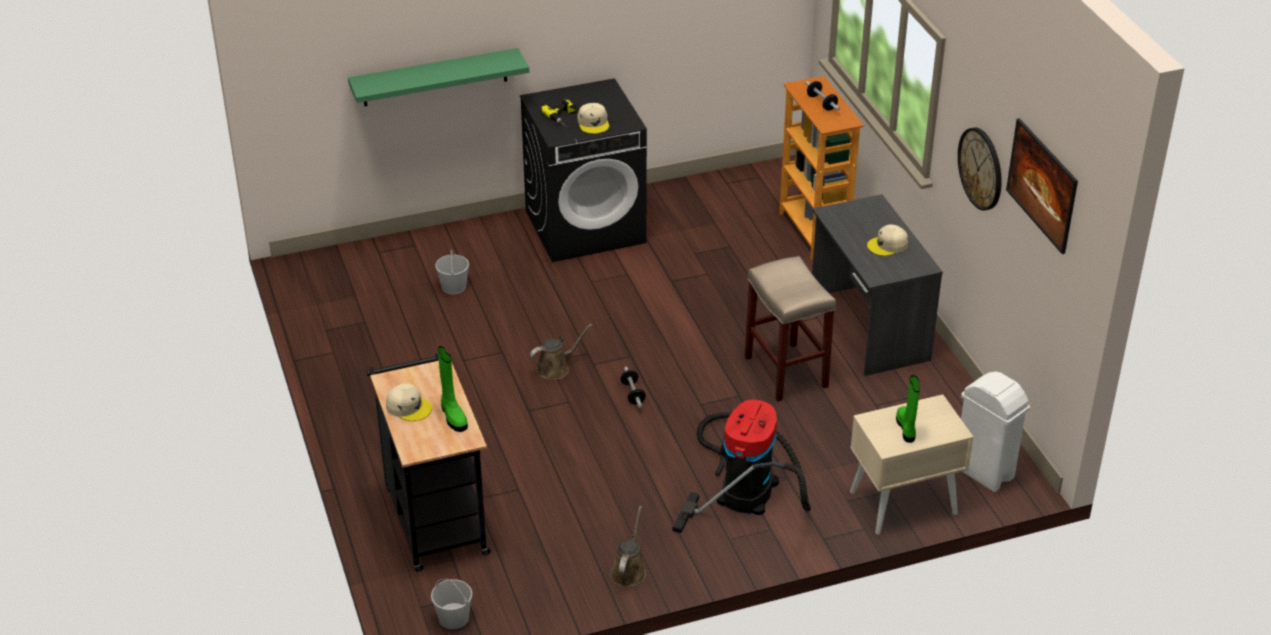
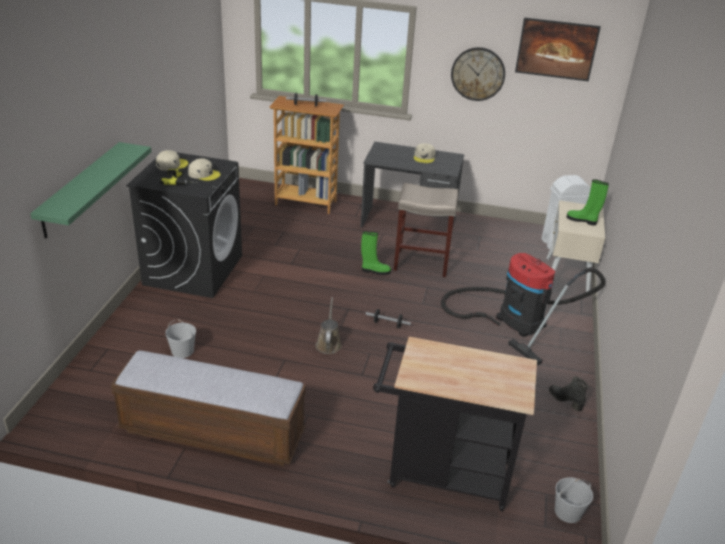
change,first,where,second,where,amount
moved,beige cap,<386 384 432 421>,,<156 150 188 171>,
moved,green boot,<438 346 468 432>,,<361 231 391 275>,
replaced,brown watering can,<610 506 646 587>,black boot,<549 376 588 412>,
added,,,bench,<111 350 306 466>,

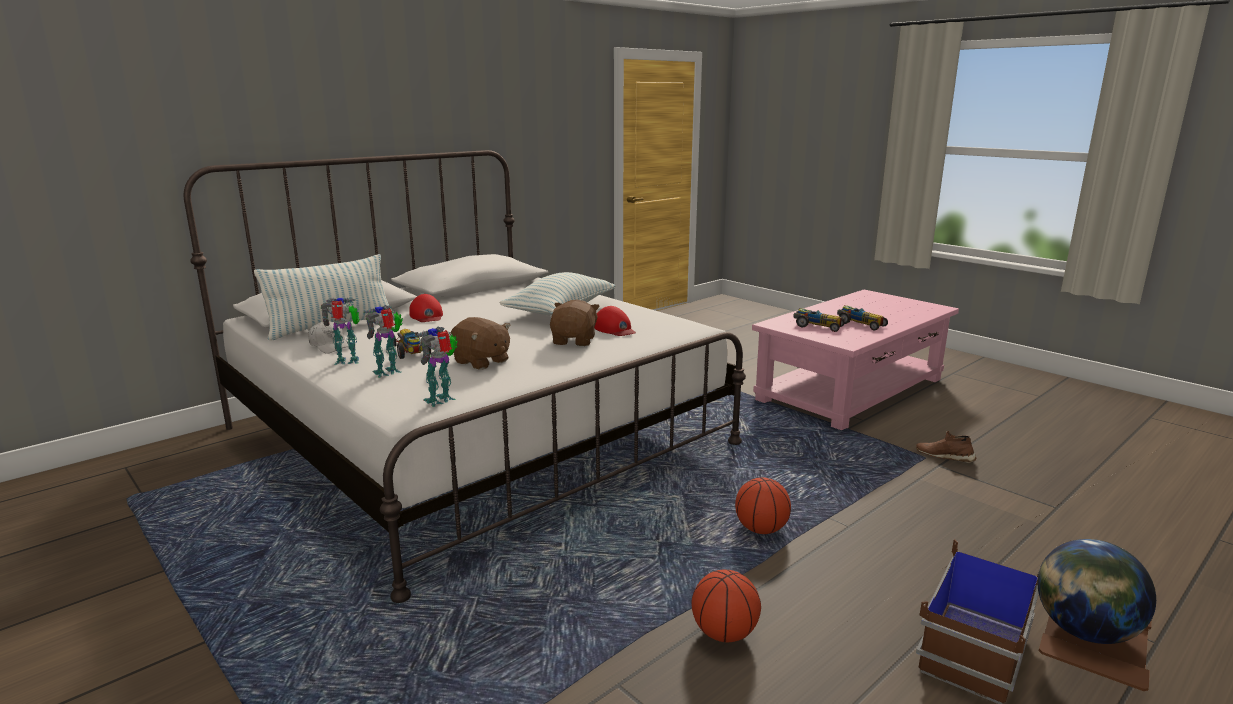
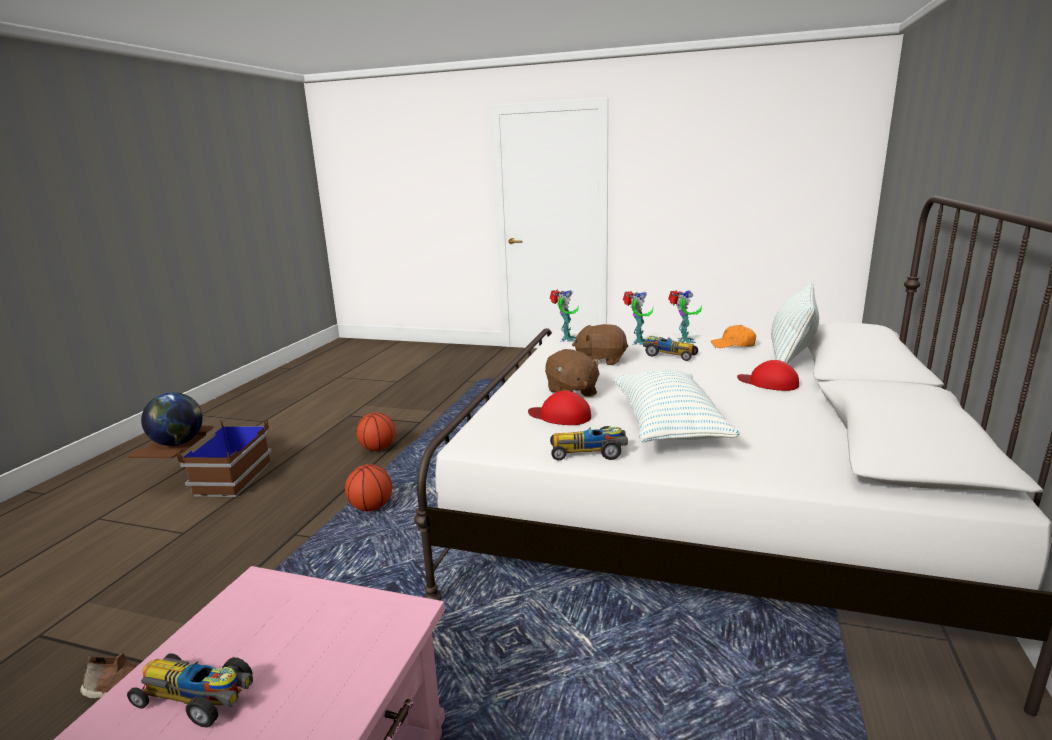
change,first,where,second,where,amount
recoloured,white cap,<308 321 349 354>,orange cap,<711 325 756 348>,
turned,toy robot,<321 297 359 365>,,<668 290 702 343>,45 degrees counterclockwise
moved,toy car,<793 308 845 332>,,<550 426 628 460>,

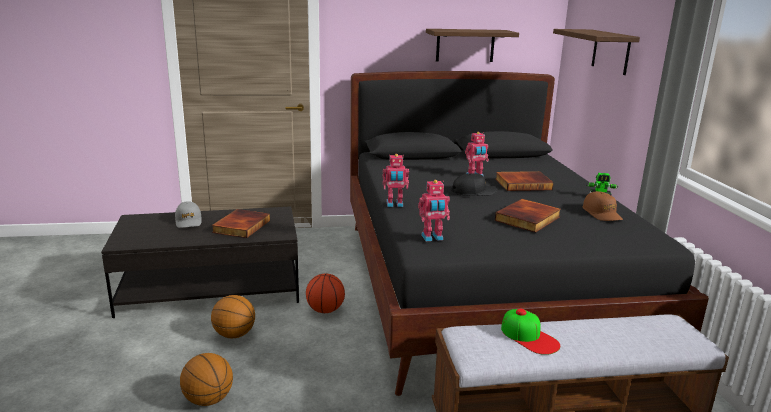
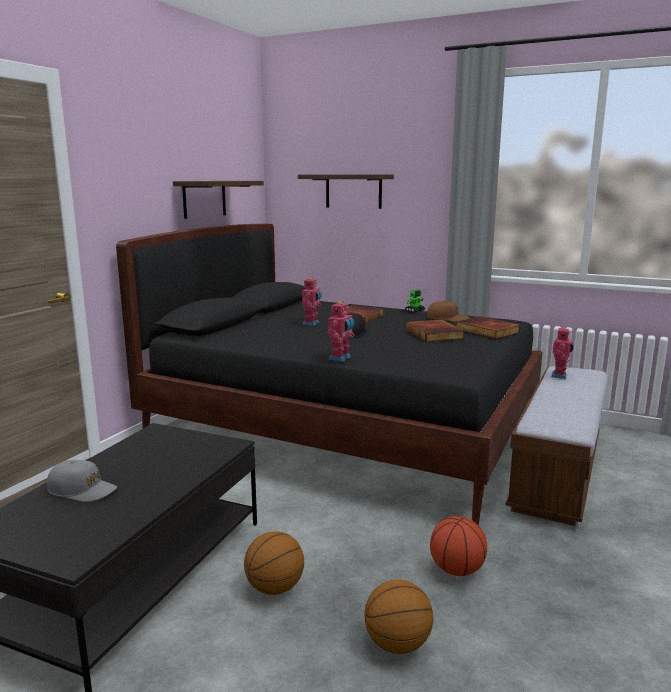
change,first,where,second,where,amount
moved,book,<212 209 270 238>,,<456 316 520 339>,
moved,basketball,<306 273 345 313>,,<430 516 487 576>,
moved,toy robot,<418 180 450 241>,,<551 327 574 379>,
removed,cap,<501 309 560 355>,,,

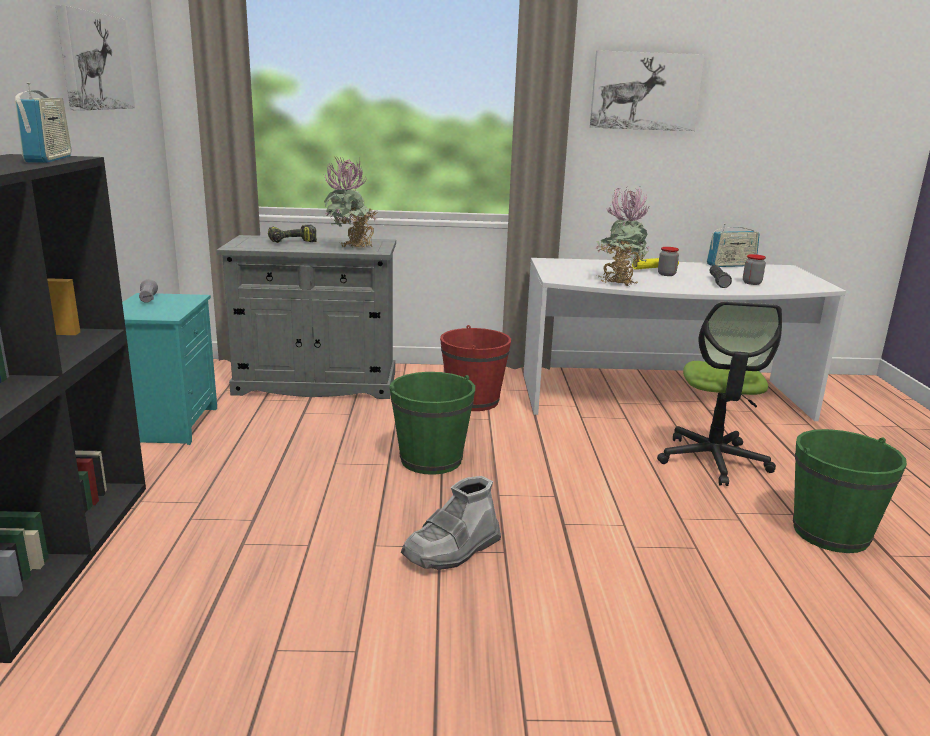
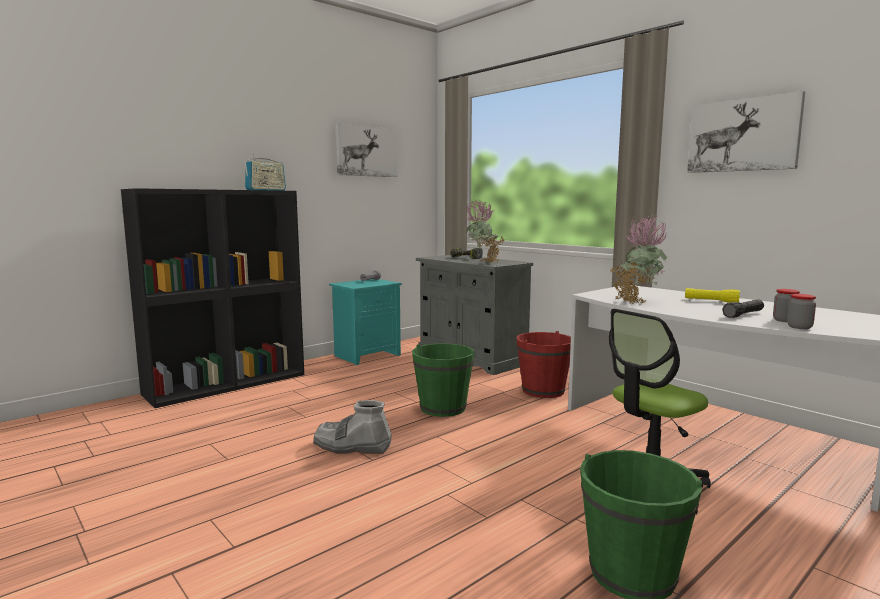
change,first,where,second,where,amount
moved,jar,<658 247 679 276>,,<787 294 816 329>,
removed,radio,<707 223 759 267>,,,

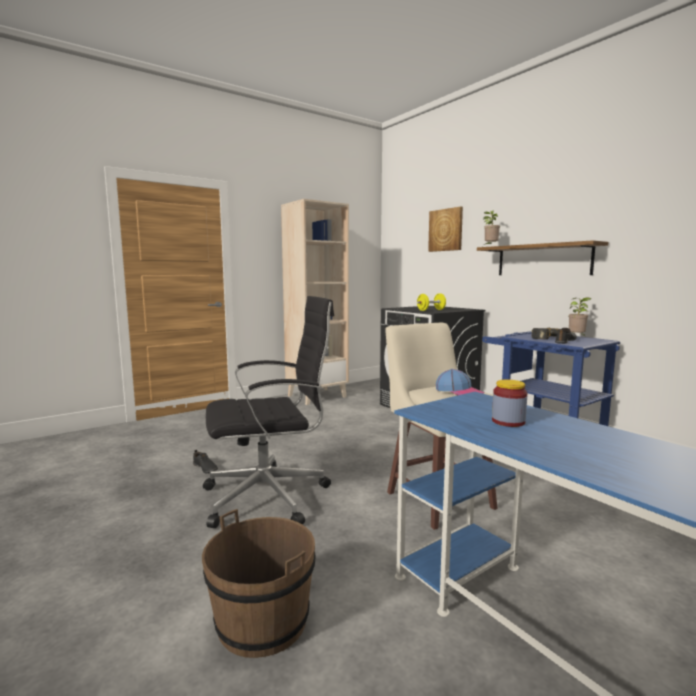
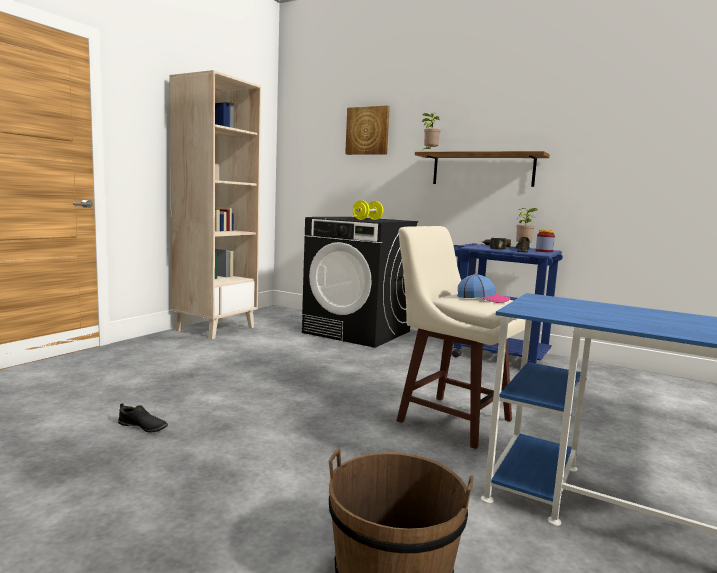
change,first,where,second,where,amount
removed,black office chair,<203 296 334 528>,,,
moved,jar,<492 379 527 427>,,<536 230 555 252>,

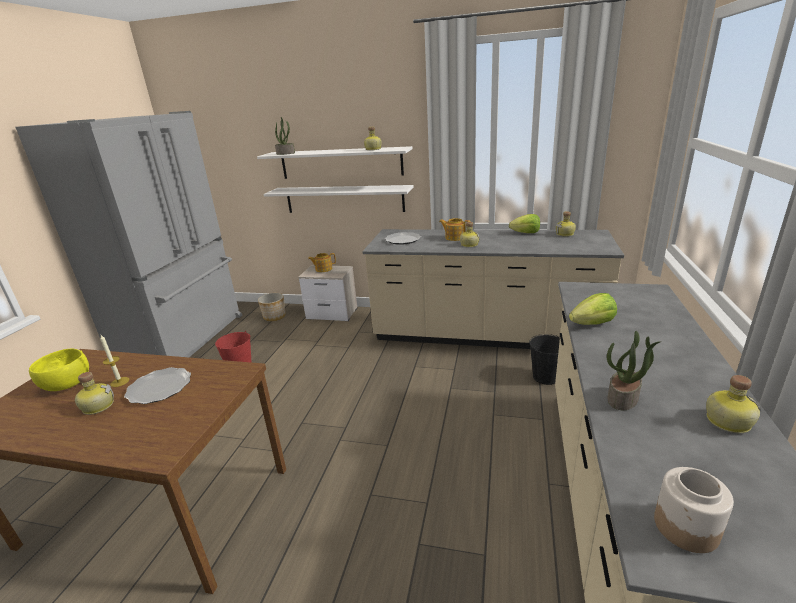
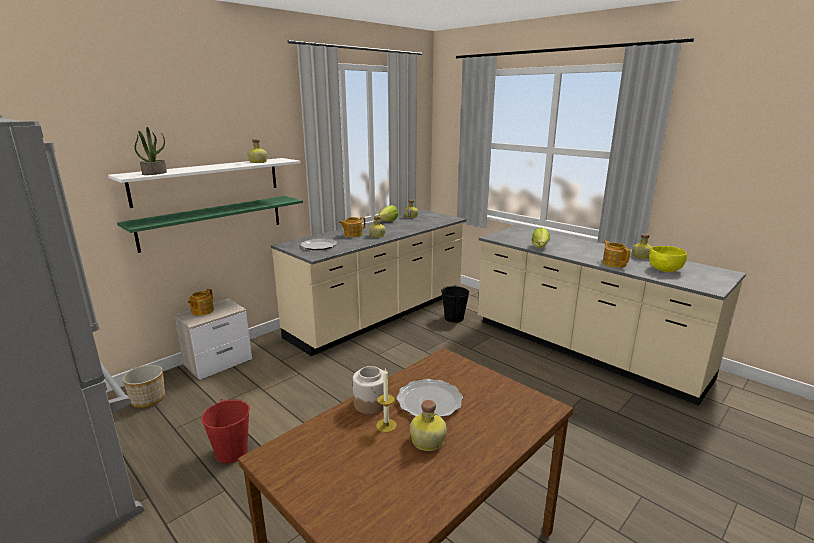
change,first,where,second,where,amount
moved,yellow bowl,<29 349 89 391>,,<649 246 687 272>,
recoloured,white shelf,<264 185 414 213>,green shelf,<117 196 303 253>,
replaced,potted plant,<607 331 661 410>,teapot,<603 241 630 268>,
moved,jar,<654 467 734 553>,,<353 366 384 414>,

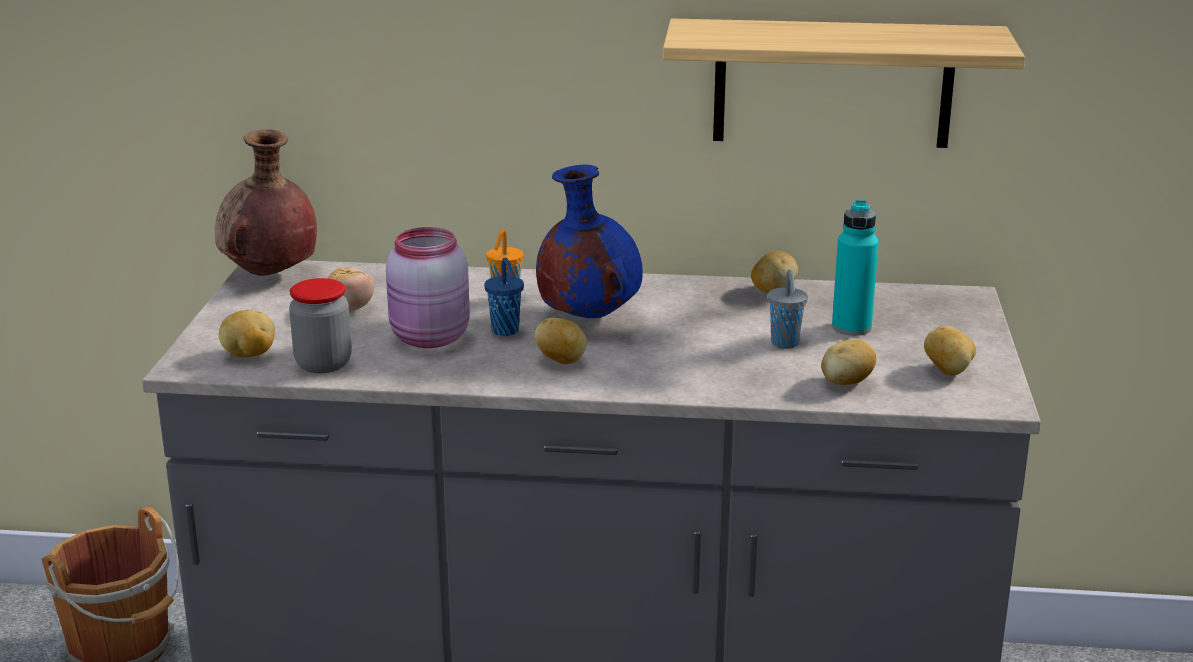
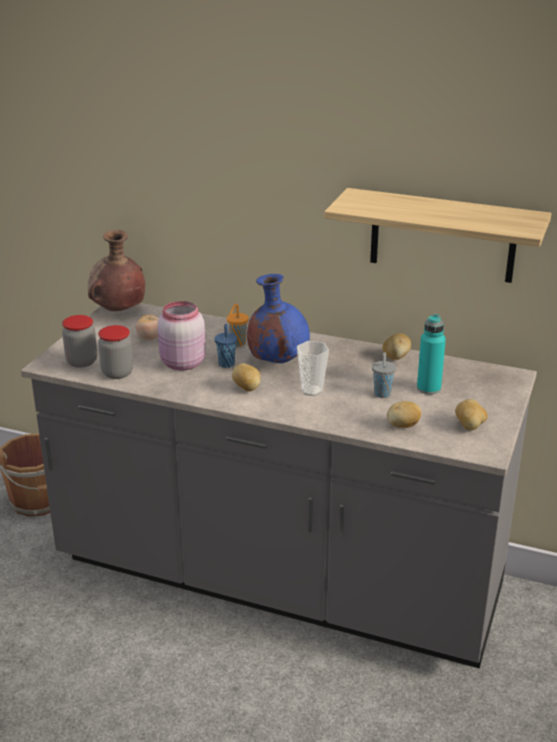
change,first,where,second,where,amount
replaced,potato,<219 310 275 357>,jar,<62 315 97 368>,
added,,,cup,<297 341 329 396>,

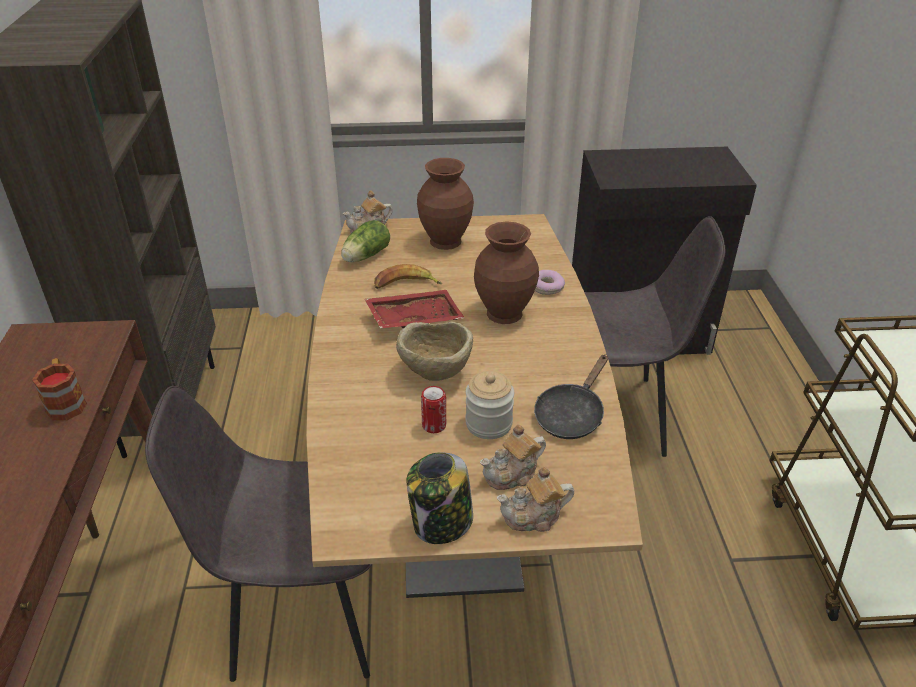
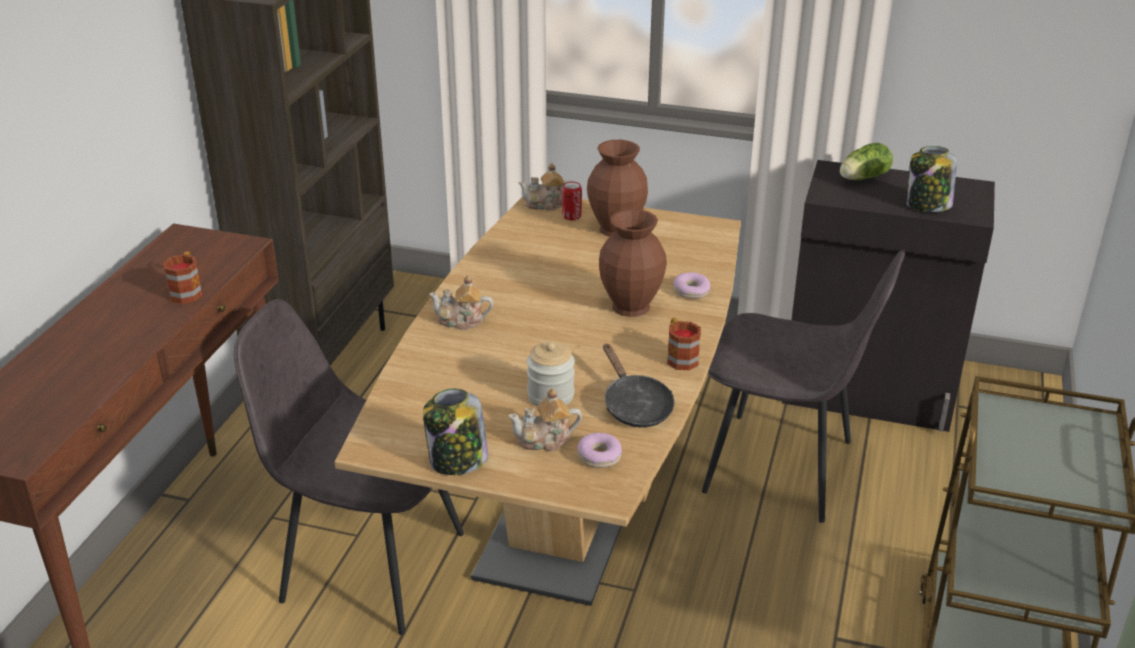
change,first,where,second,where,amount
moved,lettuce,<341 220 390 262>,,<840 143 893 180>,
removed,red tray,<365 290 465 328>,,,
removed,banana,<374 264 442 289>,,,
removed,beige bowl,<396 322 473 381>,,,
moved,can,<421 386 446 433>,,<562 182 582 220>,
moved,teapot,<497 467 574 532>,,<429 275 493 330>,
turned,black frying pan,<534 354 608 439>,,<603 343 675 428>,75 degrees counterclockwise
added,,,donut,<577 433 622 468>,
added,,,mug,<667 318 701 370>,
added,,,jar,<907 146 957 212>,

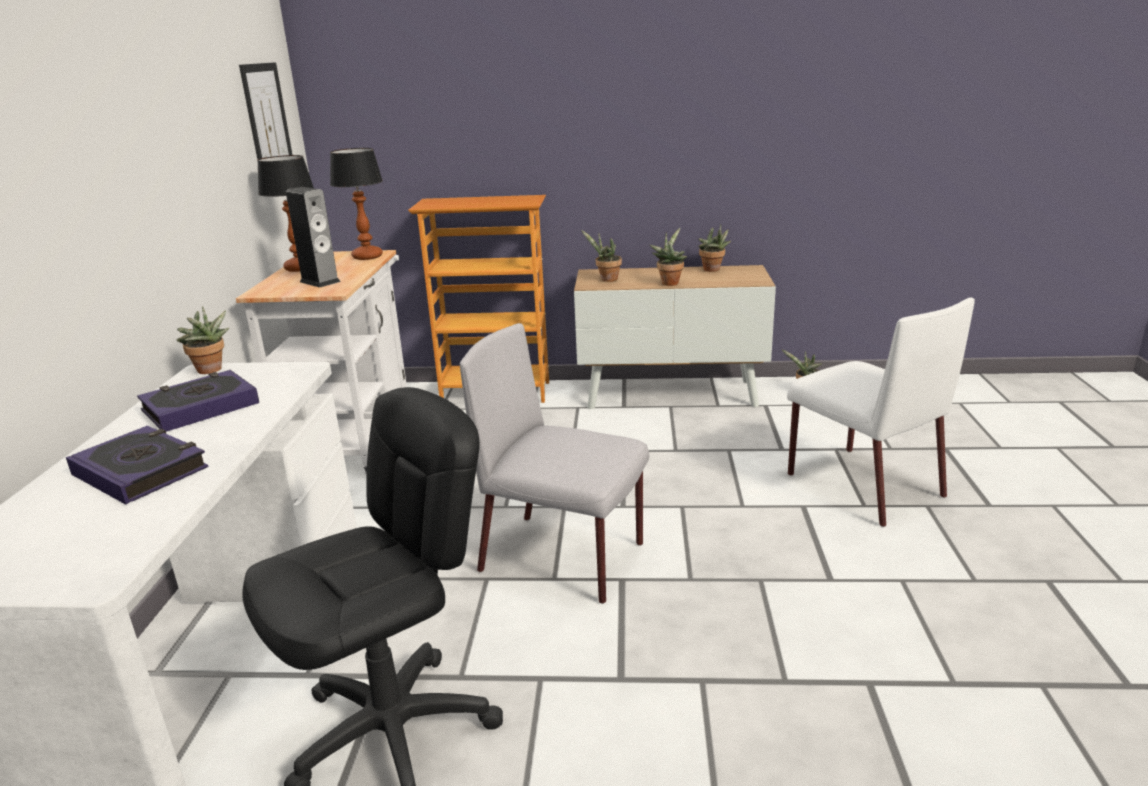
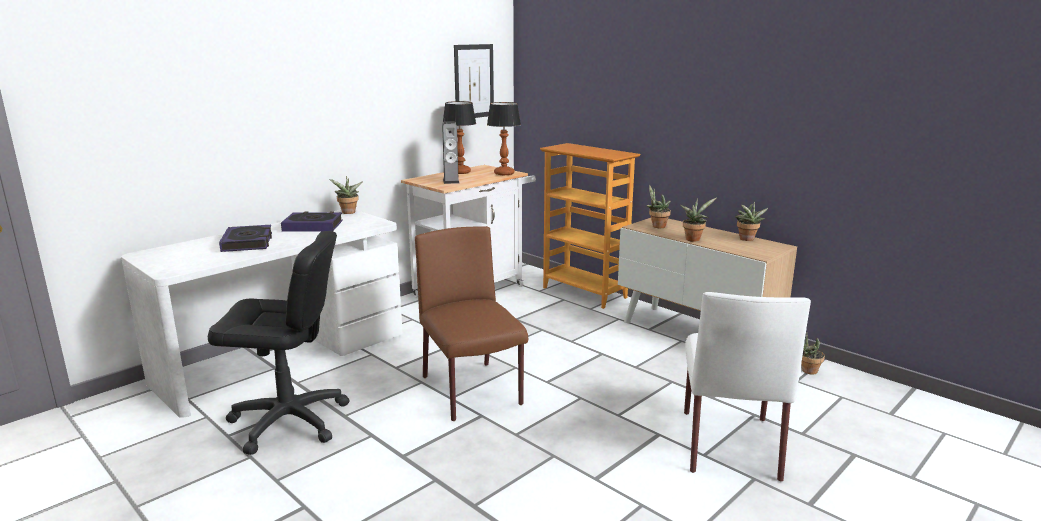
change,first,where,second,where,amount
recoloured,grey chair,<460 323 649 604>,brown chair,<415 226 528 421>,

